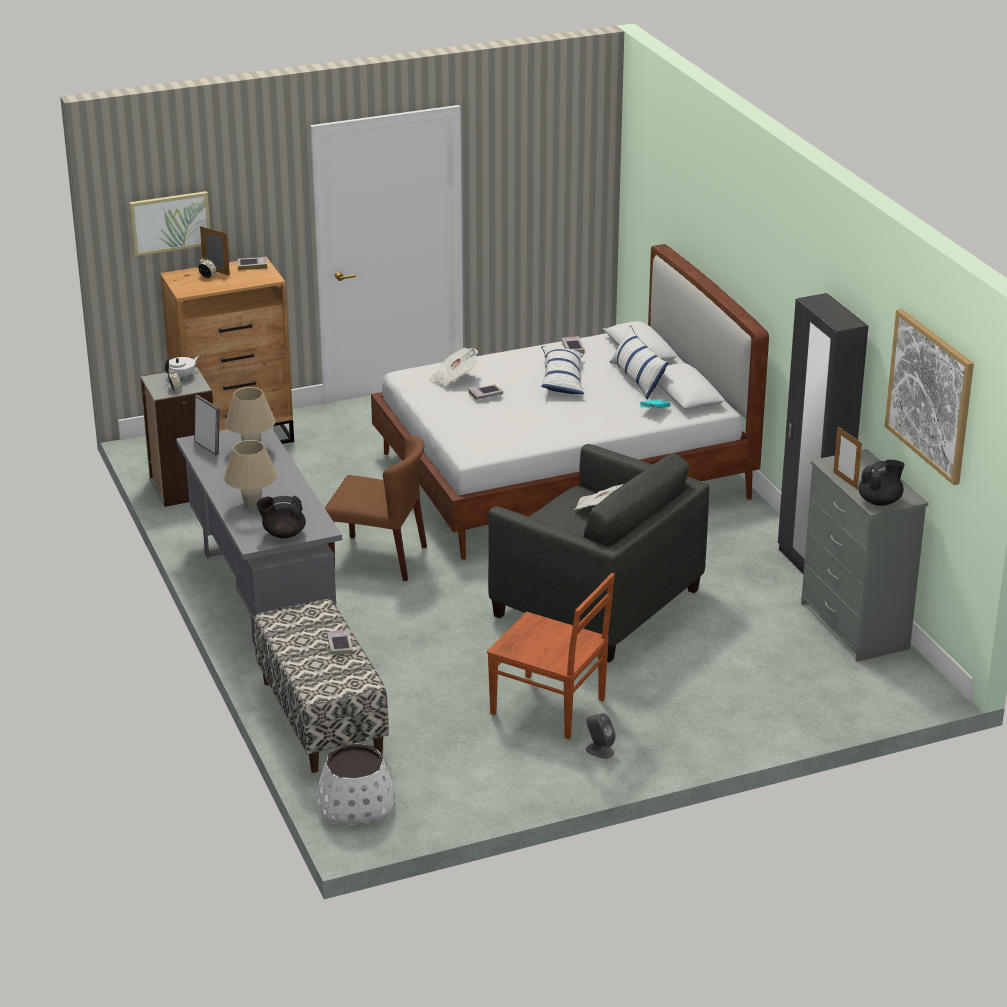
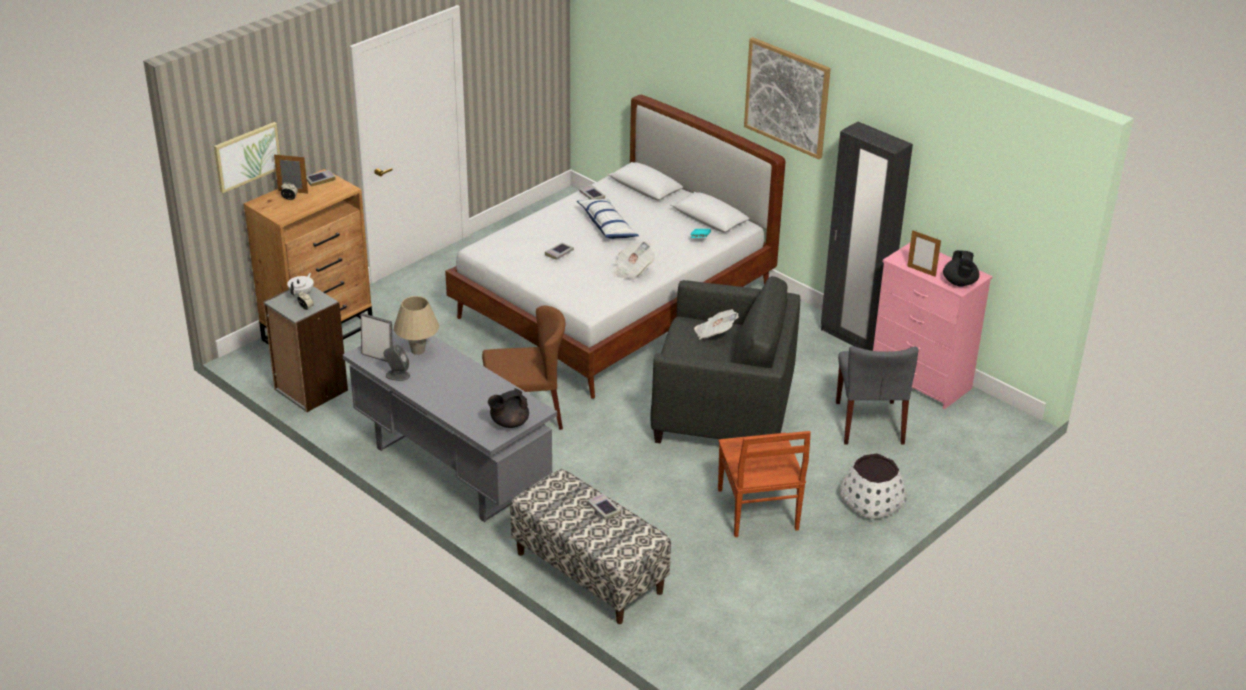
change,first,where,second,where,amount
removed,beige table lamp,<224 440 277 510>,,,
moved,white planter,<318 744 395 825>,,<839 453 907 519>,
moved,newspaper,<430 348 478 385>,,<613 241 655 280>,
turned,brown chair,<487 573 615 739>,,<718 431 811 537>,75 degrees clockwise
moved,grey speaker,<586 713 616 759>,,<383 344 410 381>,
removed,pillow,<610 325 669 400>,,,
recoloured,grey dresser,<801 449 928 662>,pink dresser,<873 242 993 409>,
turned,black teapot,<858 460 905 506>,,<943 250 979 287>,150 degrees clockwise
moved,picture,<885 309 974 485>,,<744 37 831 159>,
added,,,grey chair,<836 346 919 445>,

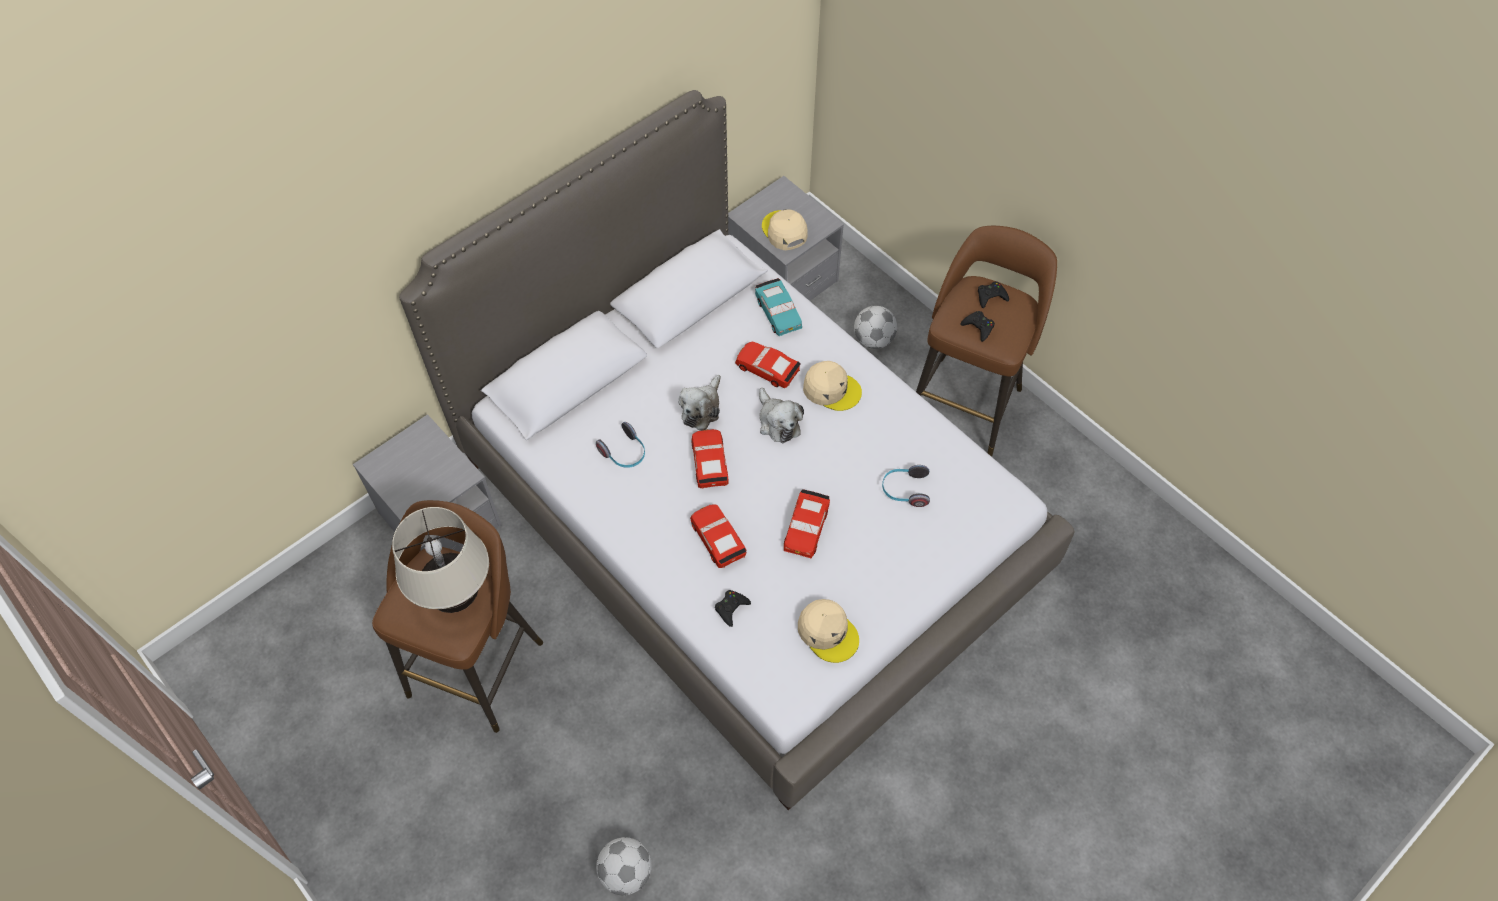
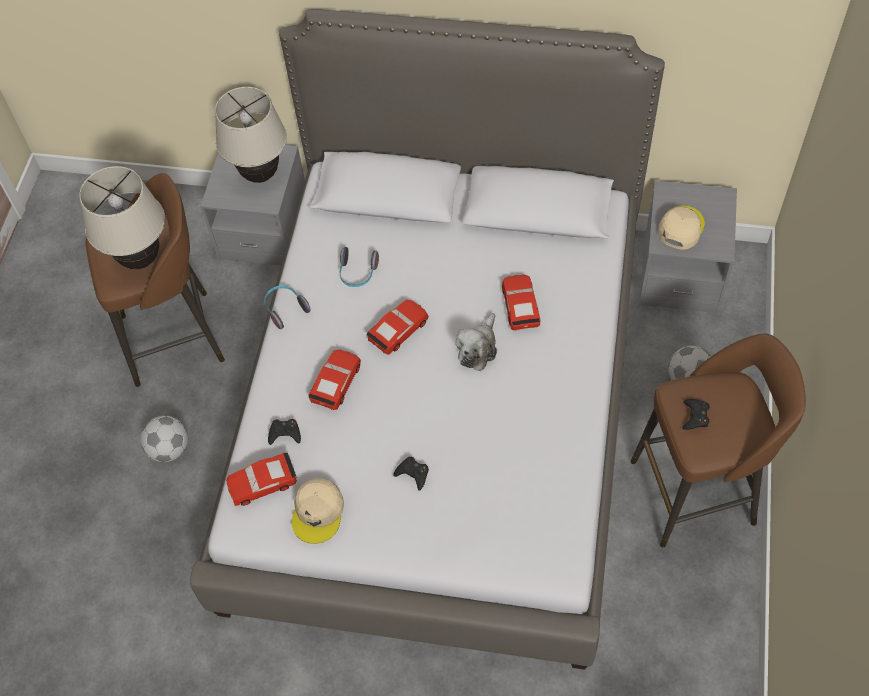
change,first,where,second,where,amount
moved,football,<596 837 652 895>,,<140 416 188 462>,
removed,plush toy,<678 375 721 431>,,,
removed,turquoise toy car,<755 278 802 336>,,,
moved,red toy car,<784 489 830 558>,,<226 453 297 506>,
removed,beige cap,<803 361 862 411>,,,
moved,headphones,<882 465 930 507>,,<264 285 310 329>,
moved,black game controller,<978 282 1009 308>,,<393 456 429 491>,
added,,,beige table lamp,<215 87 287 183>,

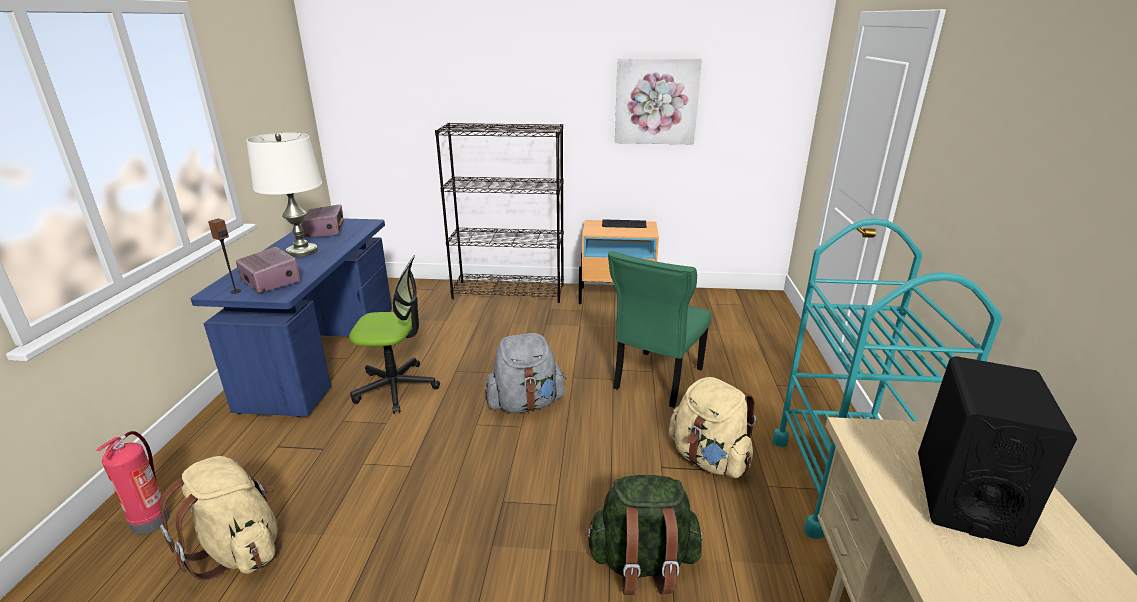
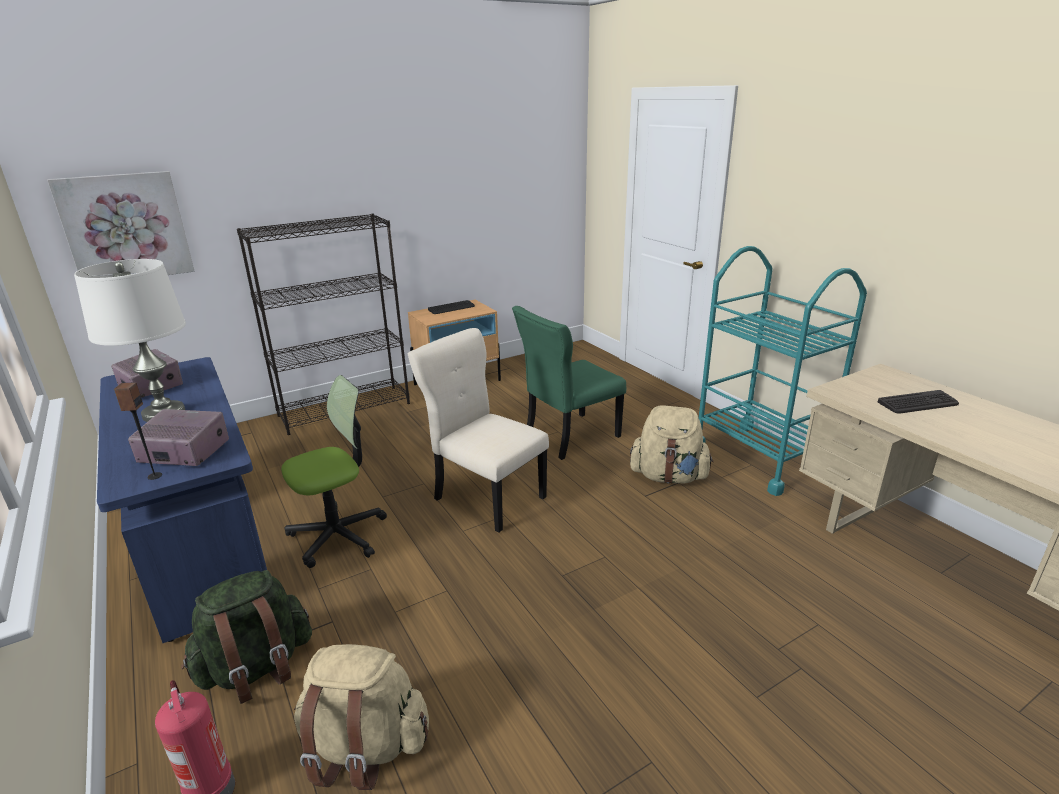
change,first,where,second,where,amount
replaced,grey backpack,<485 333 566 413>,beige chair,<408 328 549 533>,
moved,green backpack,<585 475 703 595>,,<181 570 312 704>,
turned,green chair,<608 251 711 408>,,<512 306 626 460>,60 degrees clockwise
moved,picture,<615 58 702 145>,,<47 171 195 275>,
replaced,black speaker,<918 356 1077 547>,keyboard,<878 390 959 413>,

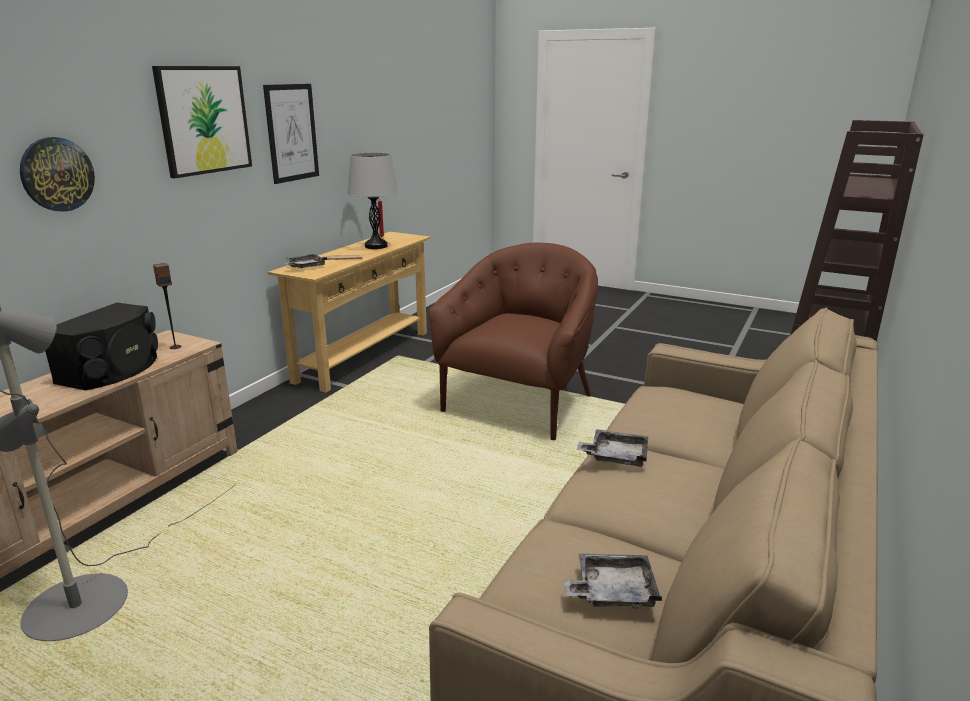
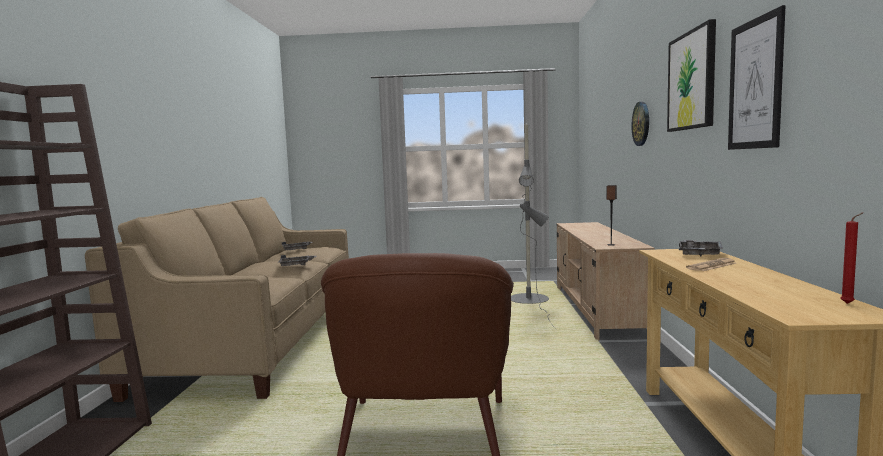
change,first,where,second,where,amount
removed,black speaker,<45 303 158 390>,,,
removed,grey table lamp,<347 152 399 249>,,,

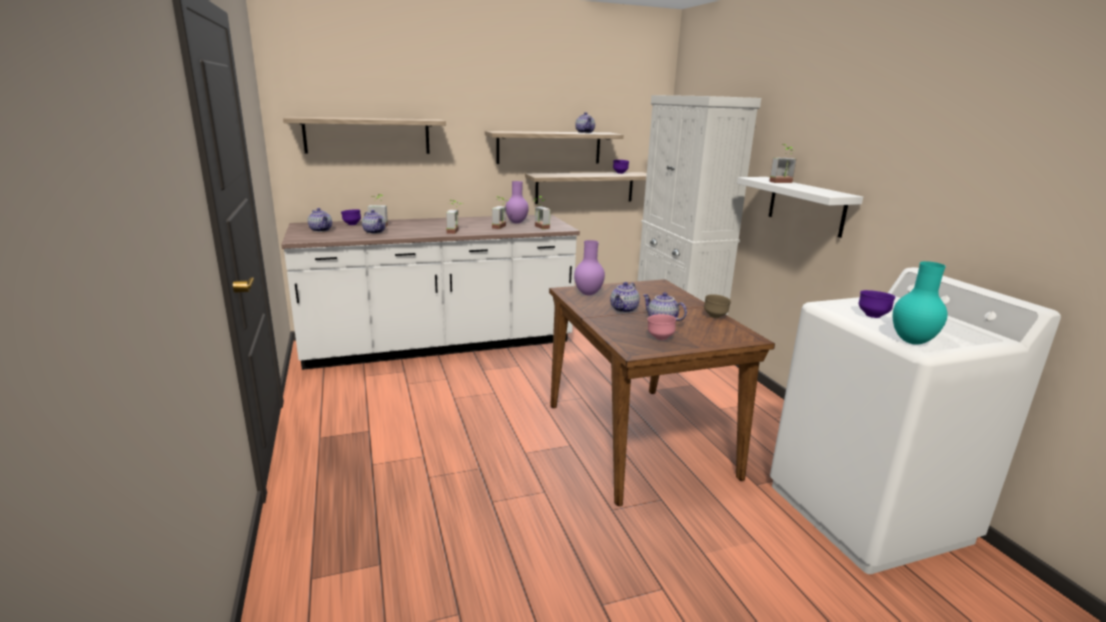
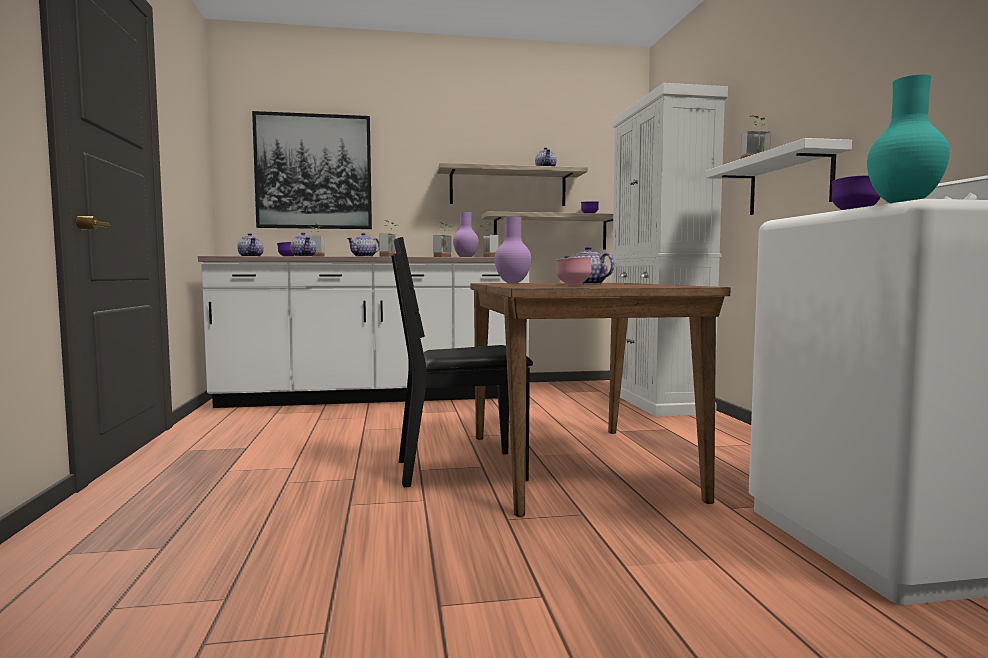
change,first,where,second,where,amount
replaced,shelf,<283 116 446 154>,picture,<252 111 372 229>,
moved,teapot,<610 282 640 313>,,<347 233 379 257>,
removed,brown bowl,<704 294 731 318>,,,
added,,,black chair,<391 237 533 487>,

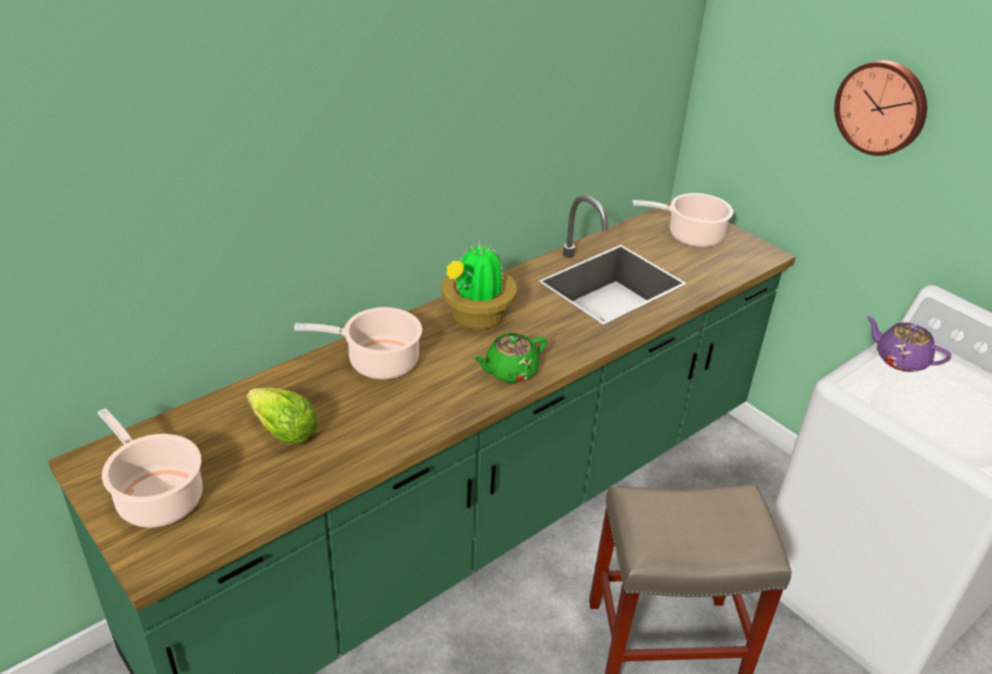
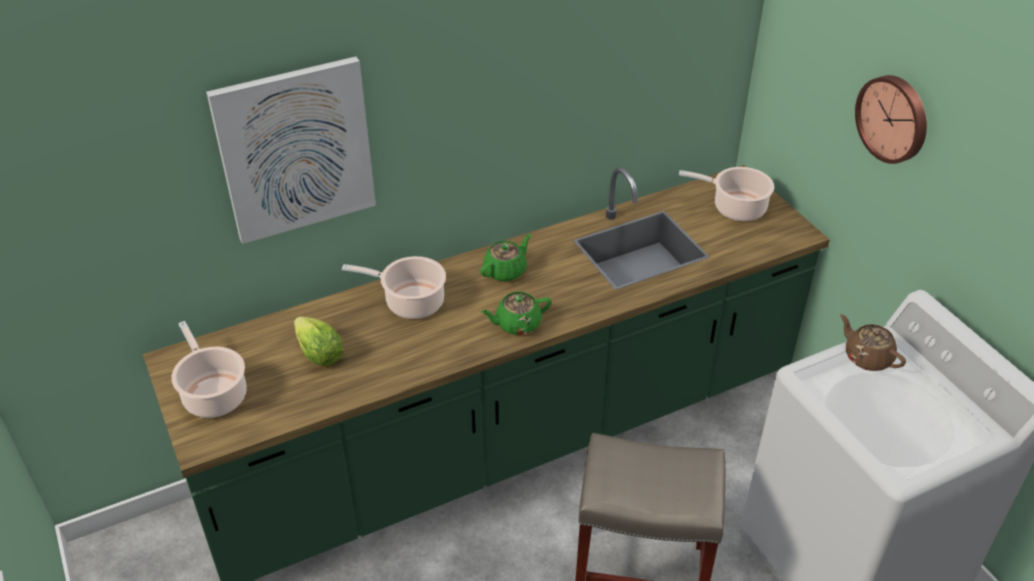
change,first,where,second,where,amount
replaced,potted plant,<442 241 517 330>,green teapot,<480 234 531 281>,
recoloured,purple teapot,<866 316 951 372>,brown teapot,<840 314 906 371>,
added,,,picture,<206 56 376 244>,

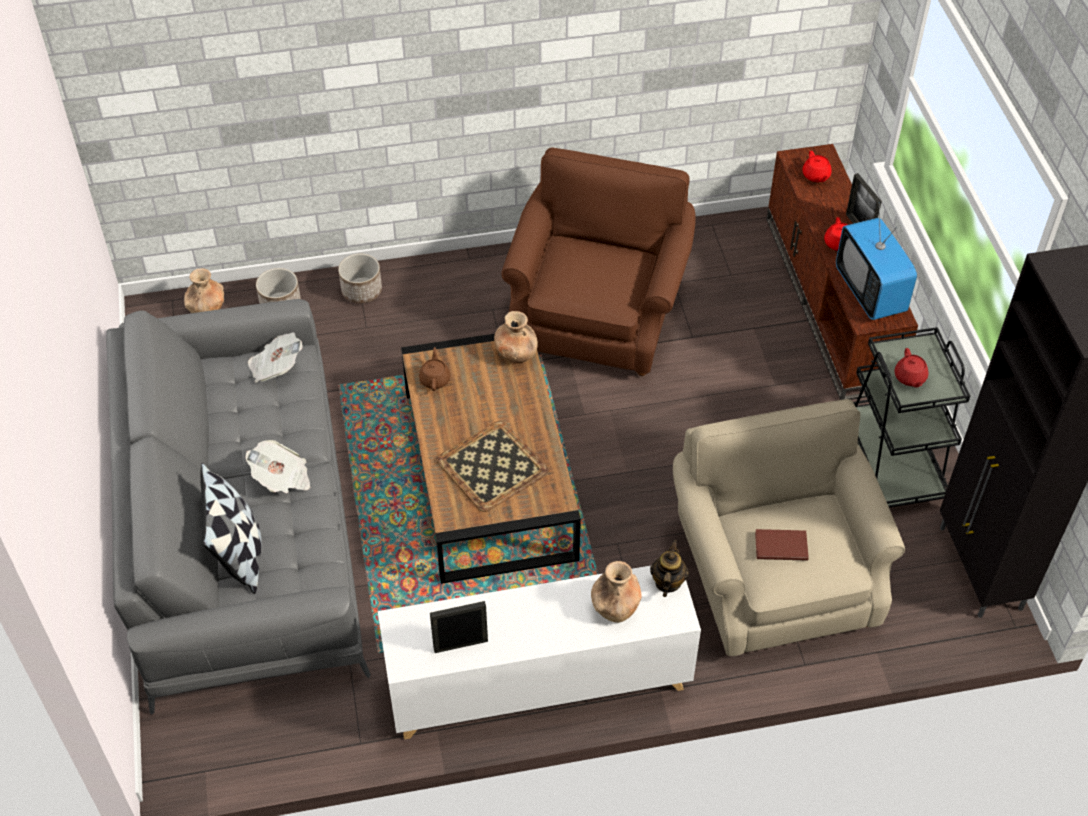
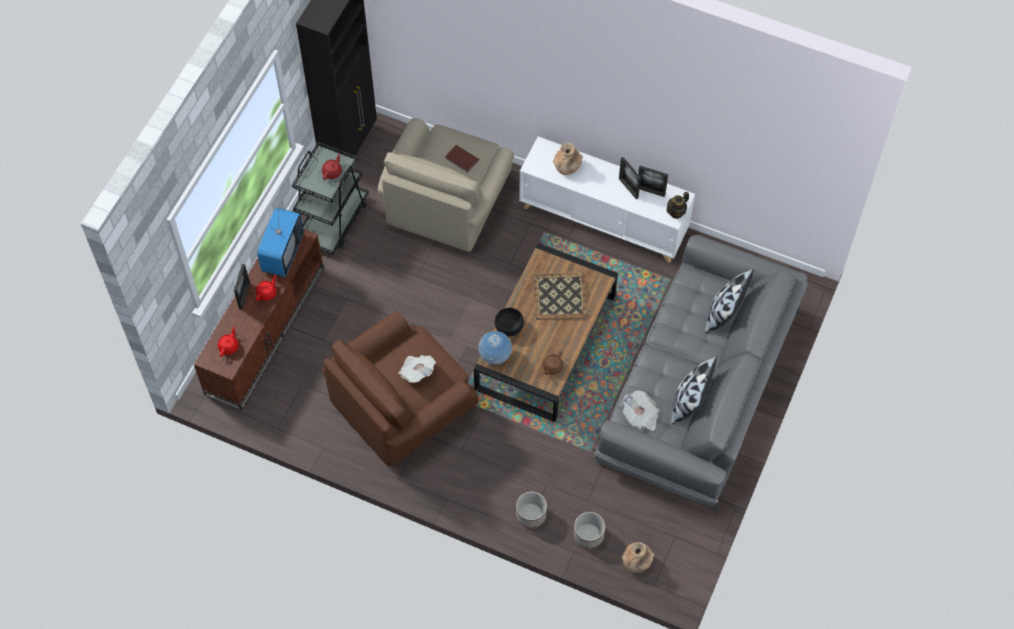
change,first,where,second,where,amount
moved,newspaper,<245 440 310 493>,,<398 355 436 383>,
replaced,brown vase,<494 311 538 363>,globe,<478 331 512 365>,
moved,teapot,<650 540 689 597>,,<666 192 689 219>,
added,,,black bowl,<495 308 524 336>,
added,,,picture frame,<619 157 641 199>,
added,,,pillow,<672 356 717 425>,

